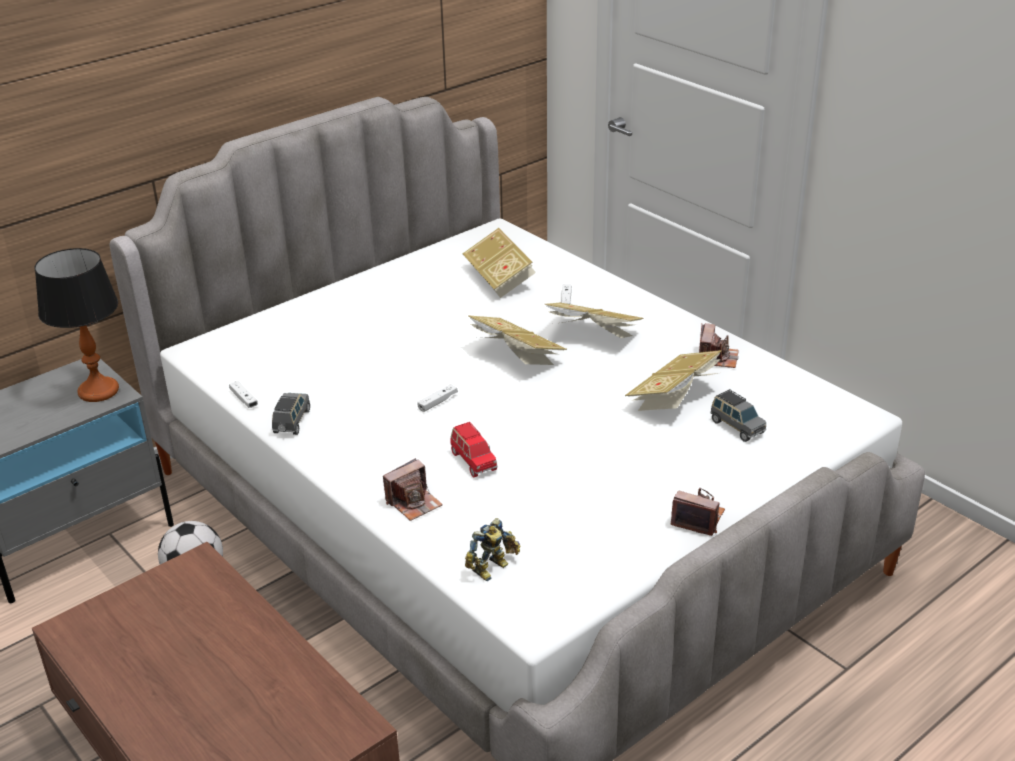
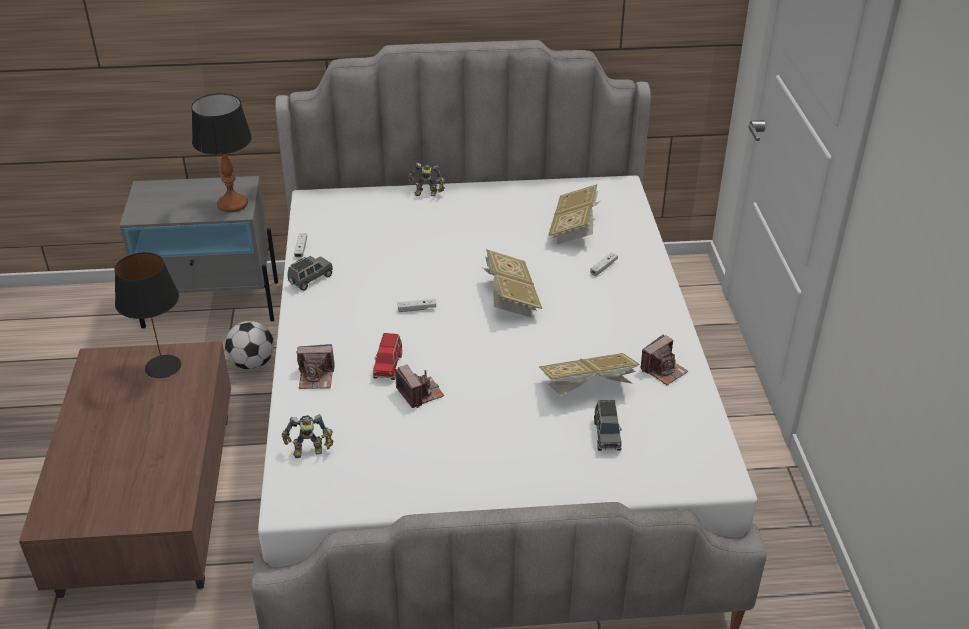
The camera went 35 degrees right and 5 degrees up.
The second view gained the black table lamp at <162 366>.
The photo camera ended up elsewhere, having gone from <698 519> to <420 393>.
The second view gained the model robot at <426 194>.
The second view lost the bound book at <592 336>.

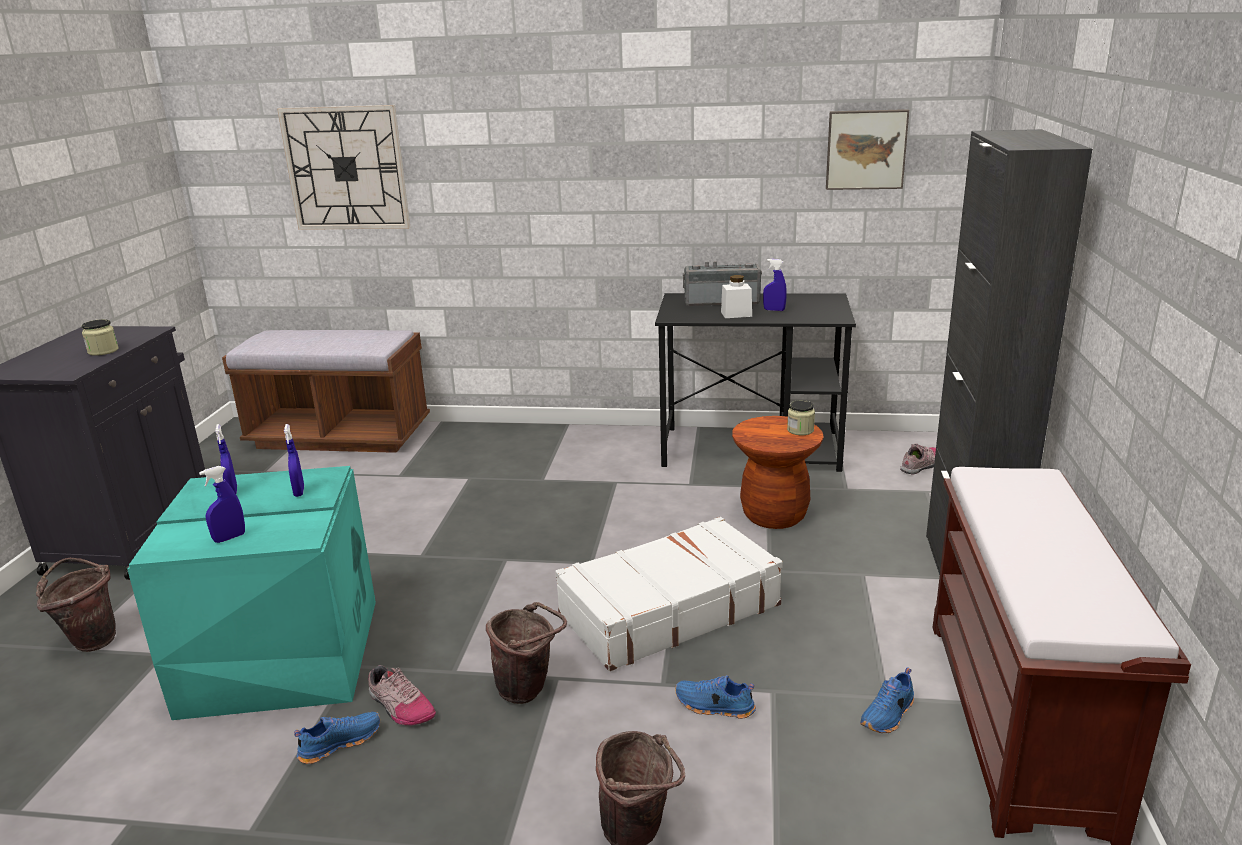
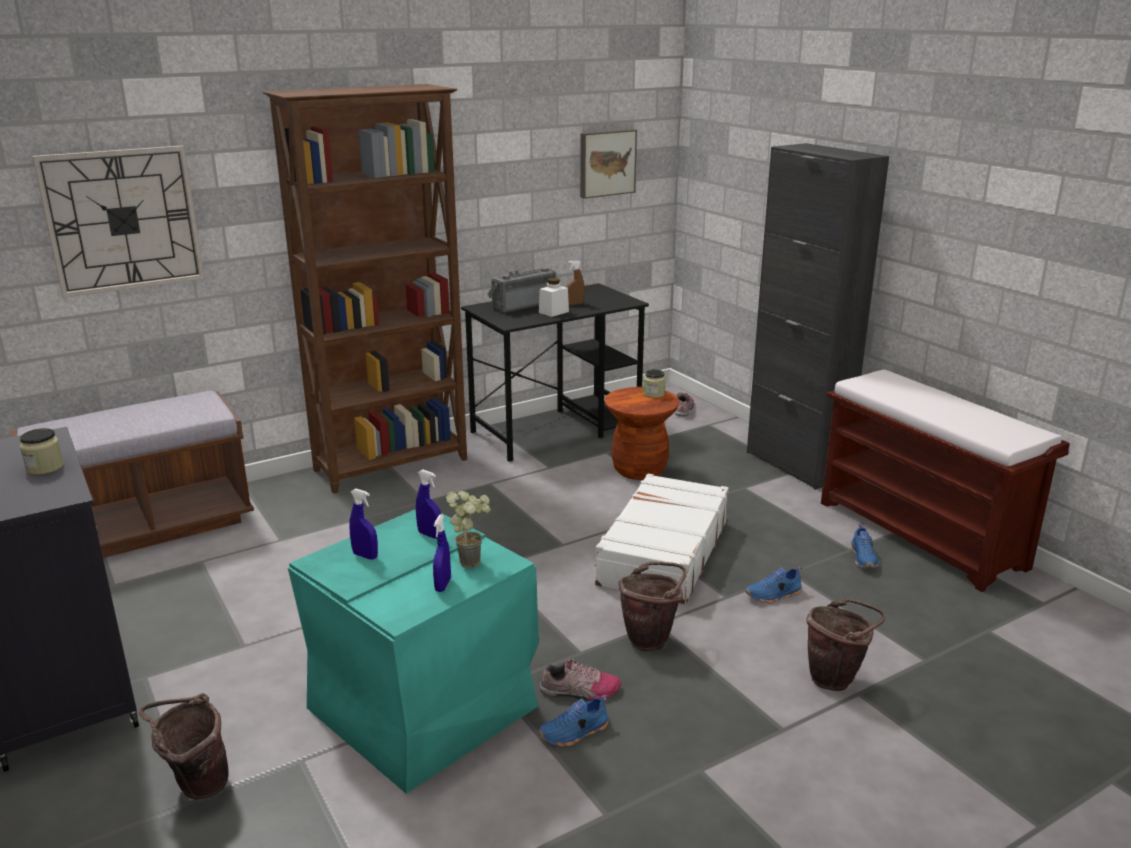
The camera went 40 degrees left and 0 degrees up.
The second view gained the brown bookcase at <393 465>.
The second view gained the plant in a pot at <472 560>.
The blue-coloured item of footwear at <340 742> ended up facing another way, 135 degrees counterclockwise from before.
What was the blue-coloured sprayer at <774 310> turned into the brown sprayer at <575 304>.

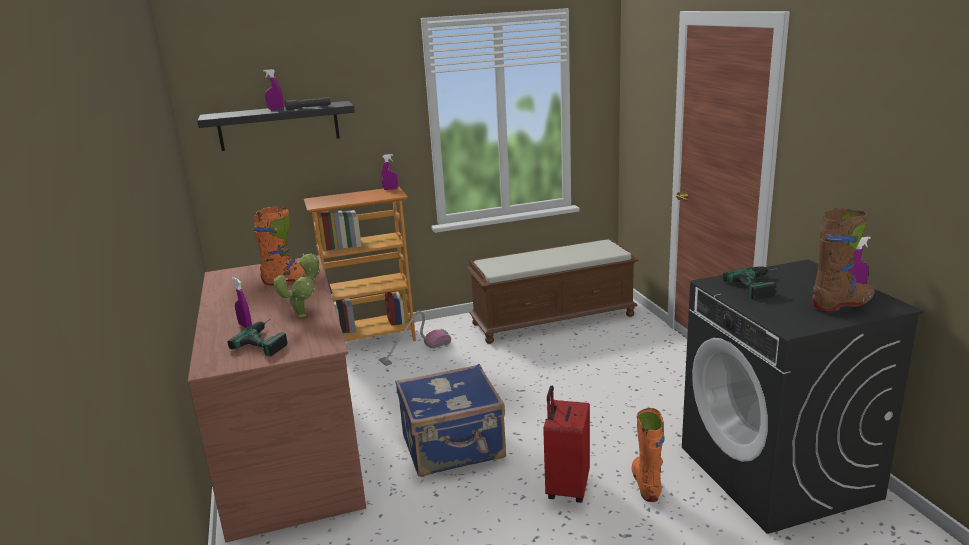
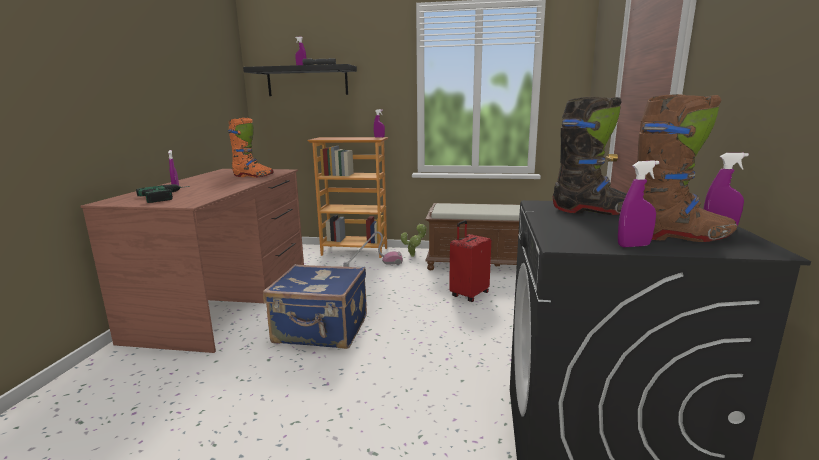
The camera went 25 degrees right and 5 degrees down.
The plant in a pot ended up elsewhere, having gone from <304 314> to <414 255>.
The red piece of luggage ended up elsewhere, having gone from <566 487> to <468 294>.
Where the electric drill stood at <762 285>, the black boot came to stand at <595 211>.
The second view gained the purple sprayer at <633 246>.
The second view lost the orangey boot at <646 484>.

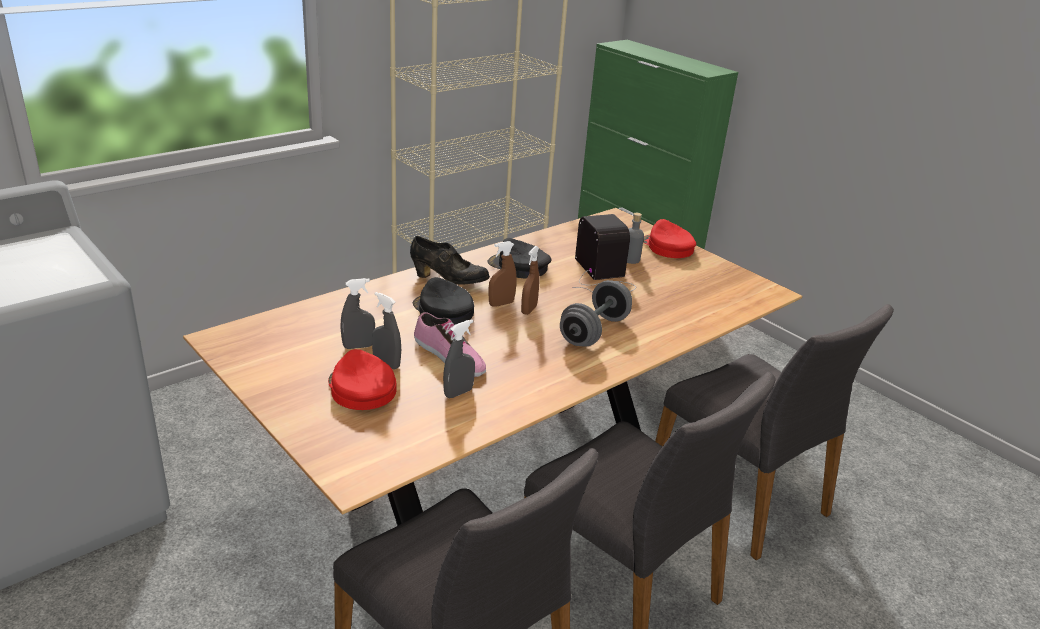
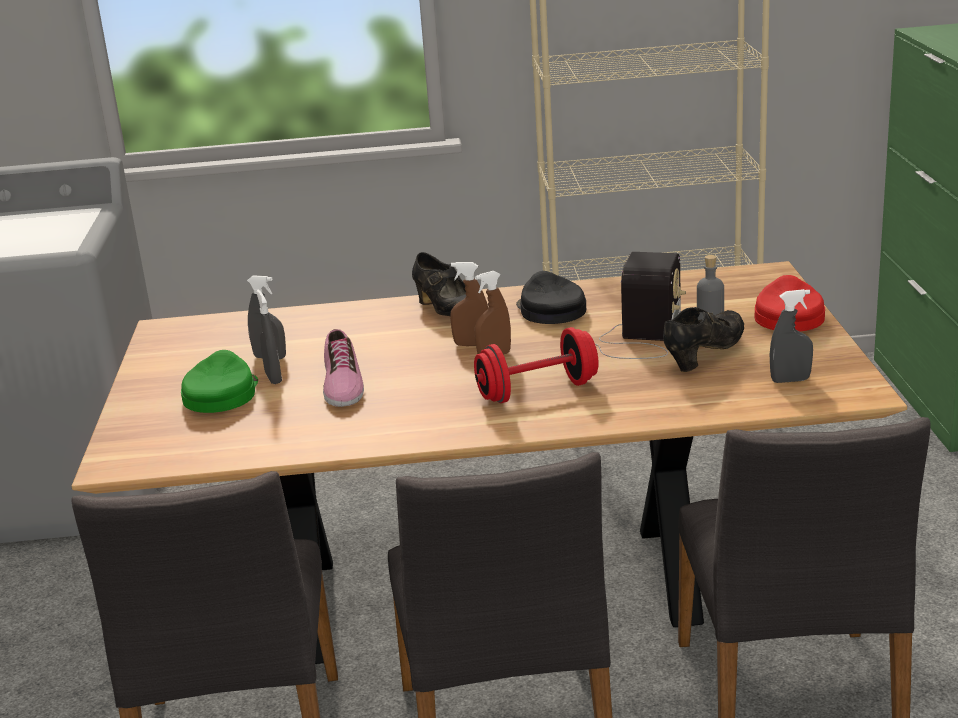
The camera went 40 degrees right and 5 degrees down.
What was the red cap at <361 389> turned into the green cap at <220 394>.
What was the grey free weight at <594 331> turned into the red free weight at <537 391>.
The second view gained the black item of footwear at <705 355>.
The grey sprayer ended up elsewhere, having gone from <458 393> to <790 380>.
The second view lost the black cap at <443 310>.

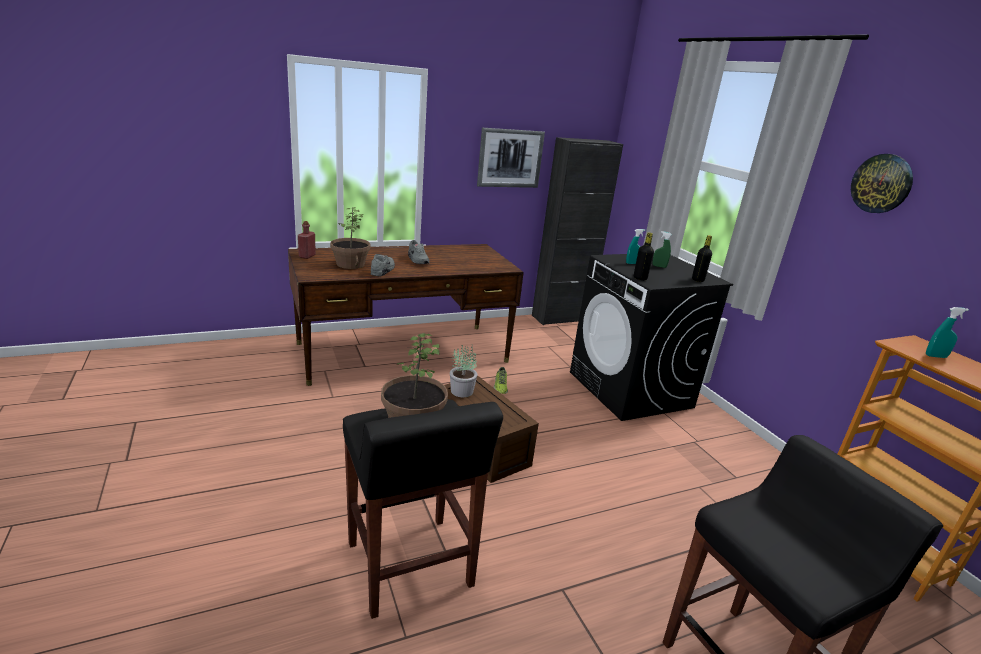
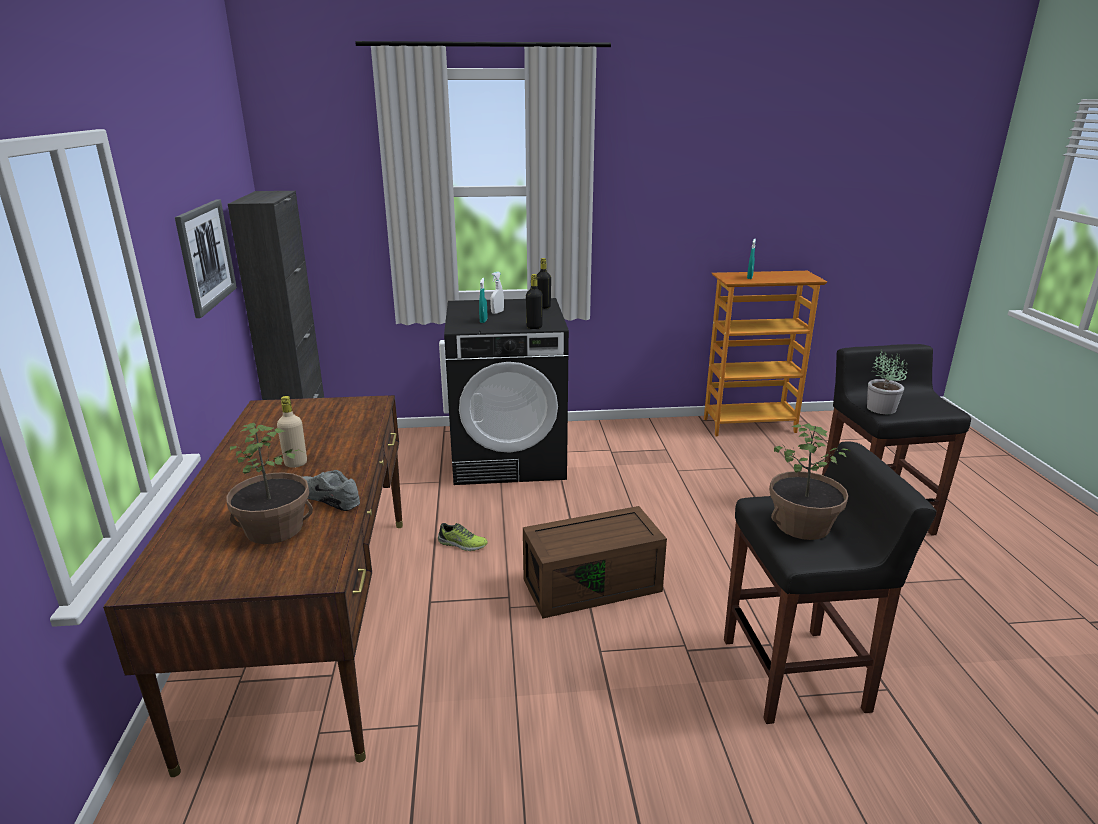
The camera went 70 degrees left and 0 degrees up.
Where the grey item of footwear stood at <417 260>, the sand-coloured drink bottle came to stand at <296 463>.
What was the green sprayer at <659 266> turned into the whitish sprayer at <497 312>.
The plant in a pot ended up elsewhere, having gone from <461 391> to <880 408>.
The second view lost the red drink bottle at <307 256>.
The second view lost the hanging clock at <881 183>.

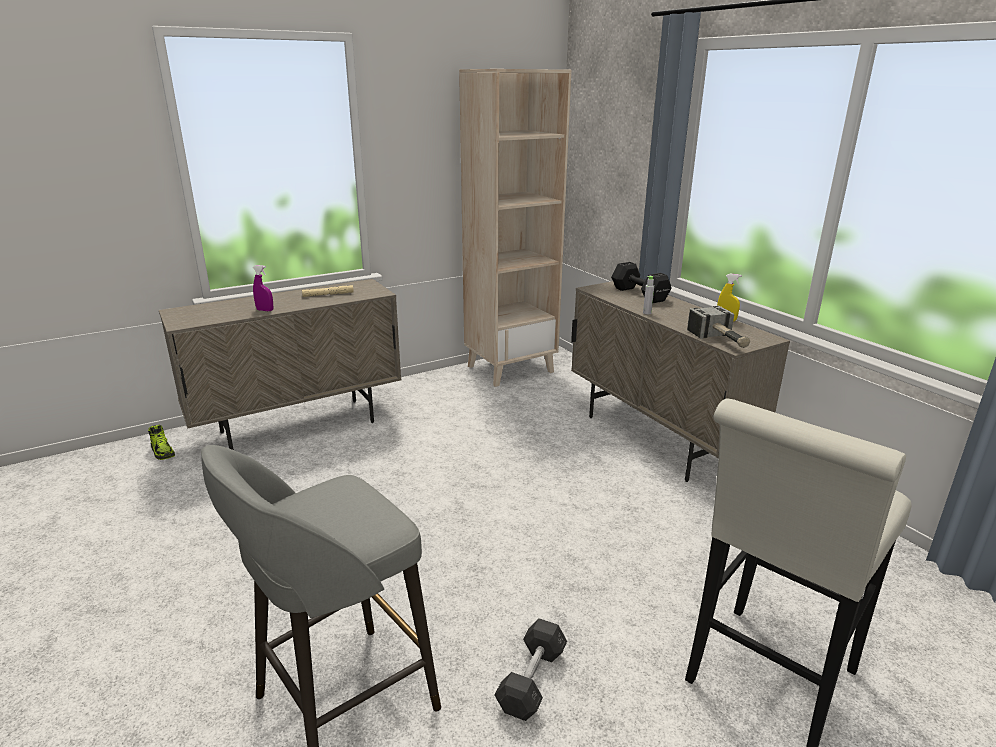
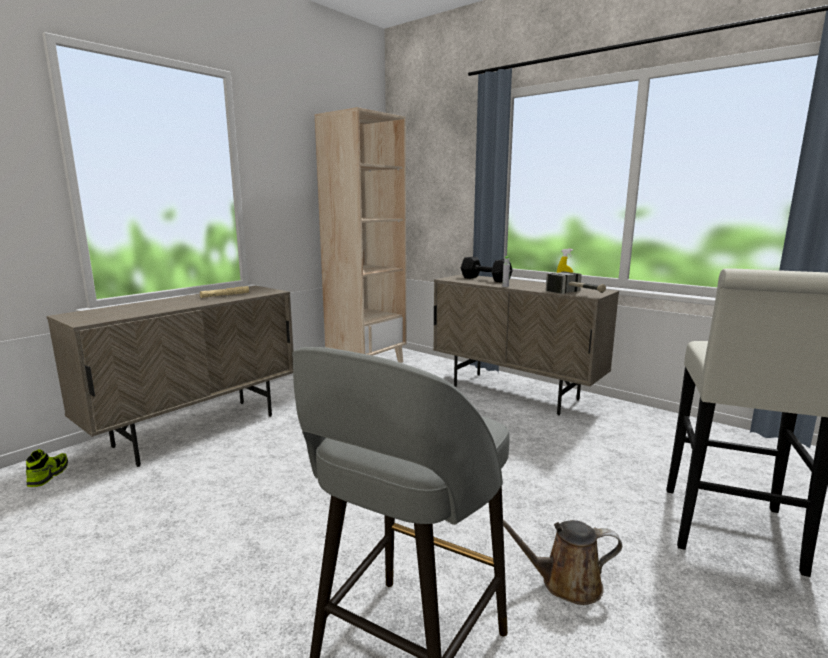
The camera went 20 degrees left and 10 degrees down.
The item of footwear at <163 452> ended up facing another way, 120 degrees counterclockwise from before.
Where the grey free weight stood at <531 680>, the brown watering can came to stand at <565 583>.
The second view lost the purple sprayer at <265 310>.

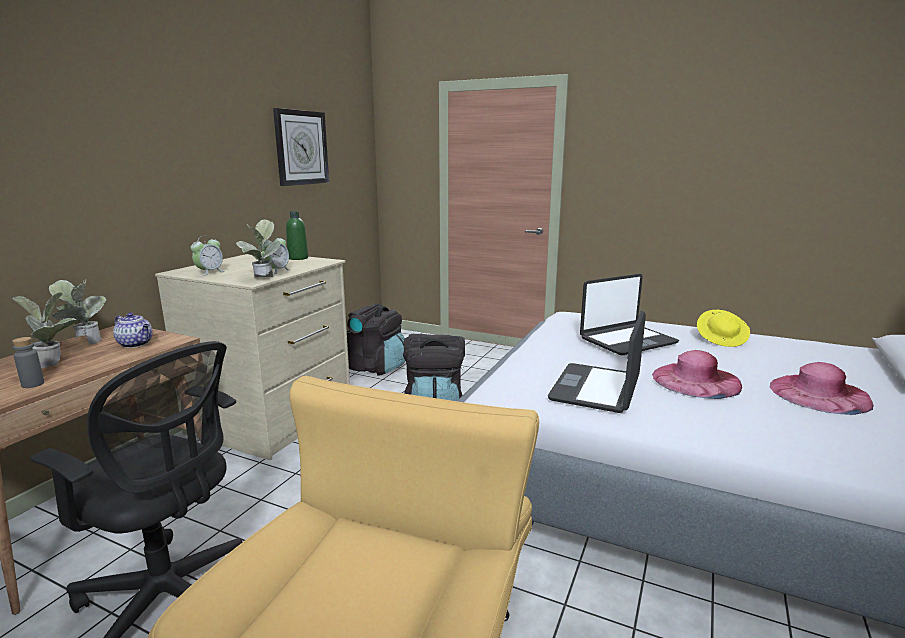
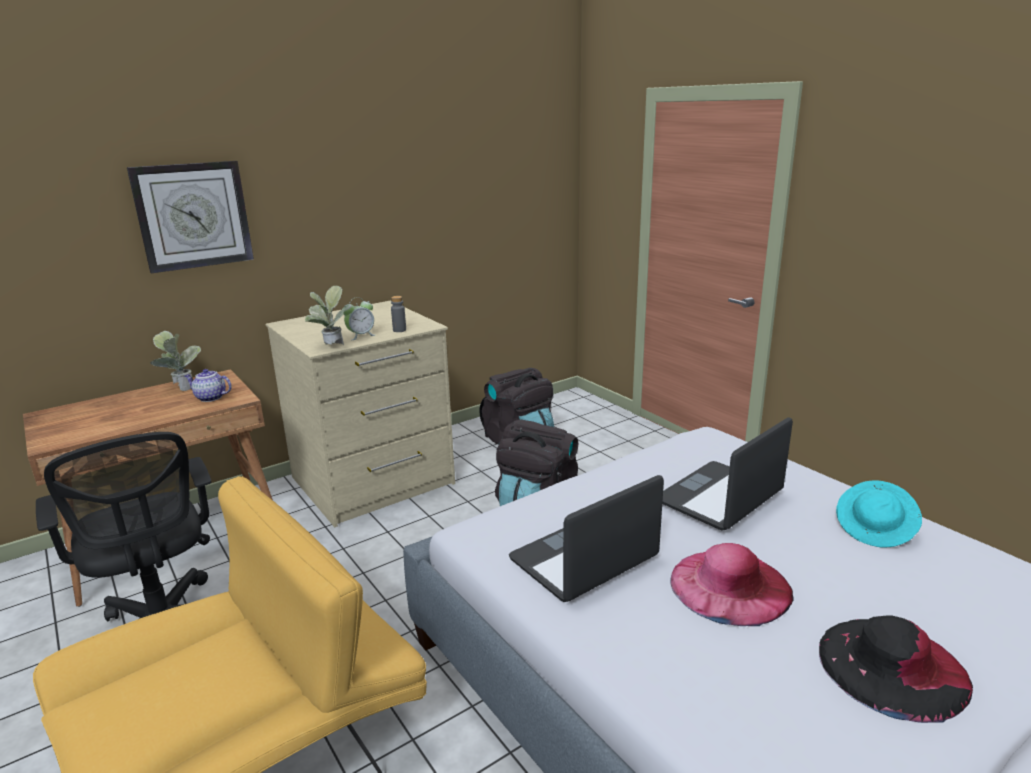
The camera went 30 degrees right and 5 degrees up.
The hanging clock ended up elsewhere, having gone from <301 148> to <193 215>.
The teapot at <136 344> ended up facing another way, 135 degrees clockwise from before.
The grey drink bottle ended up elsewhere, having gone from <33 384> to <399 330>.
The portable computer at <627 340> ended up facing another way, 135 degrees clockwise from before.
What was the pinkish hat at <819 394> turned into the black hat at <892 666>.
What was the yellowish hat at <721 339> turned into the blue-green hat at <875 529>.
The second view lost the plant in a pot at <55 362>.
The second view lost the bedside clock at <209 272>.
The second view lost the green drink bottle at <298 258>.

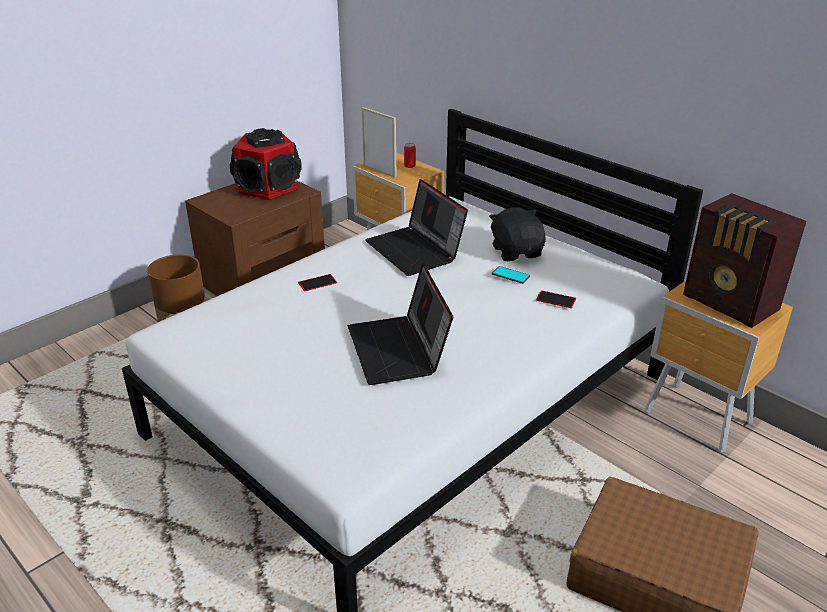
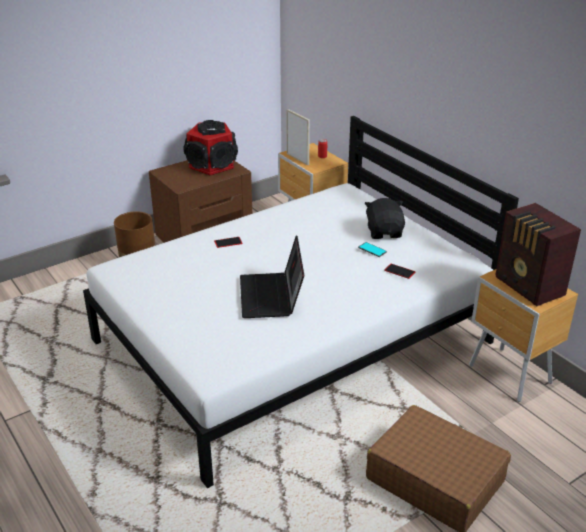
The camera went 10 degrees right and 0 degrees up.
The second view lost the portable computer at <416 251>.

